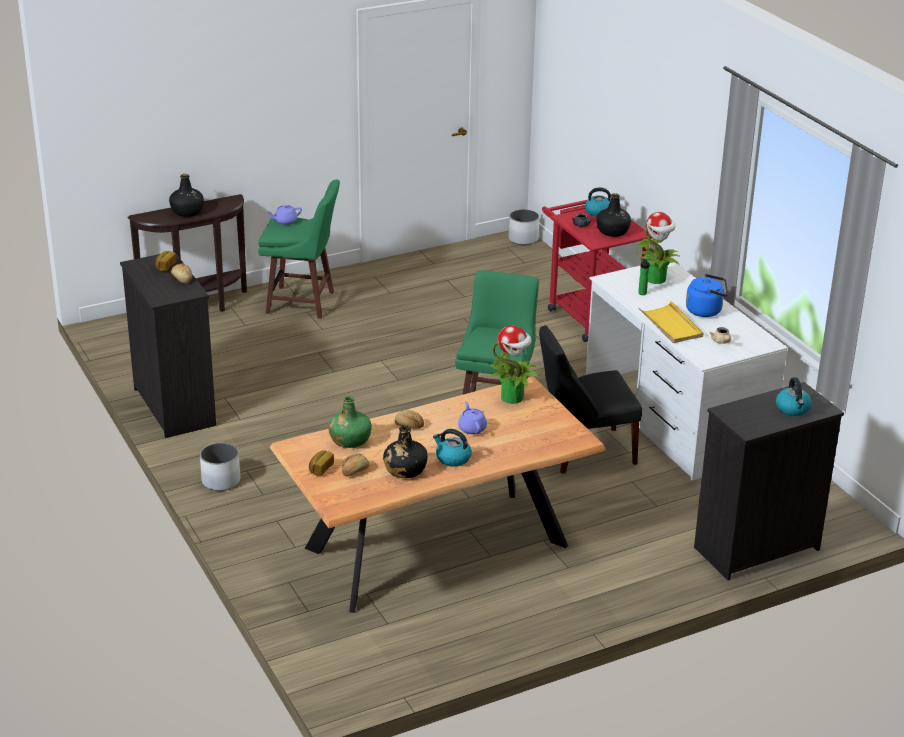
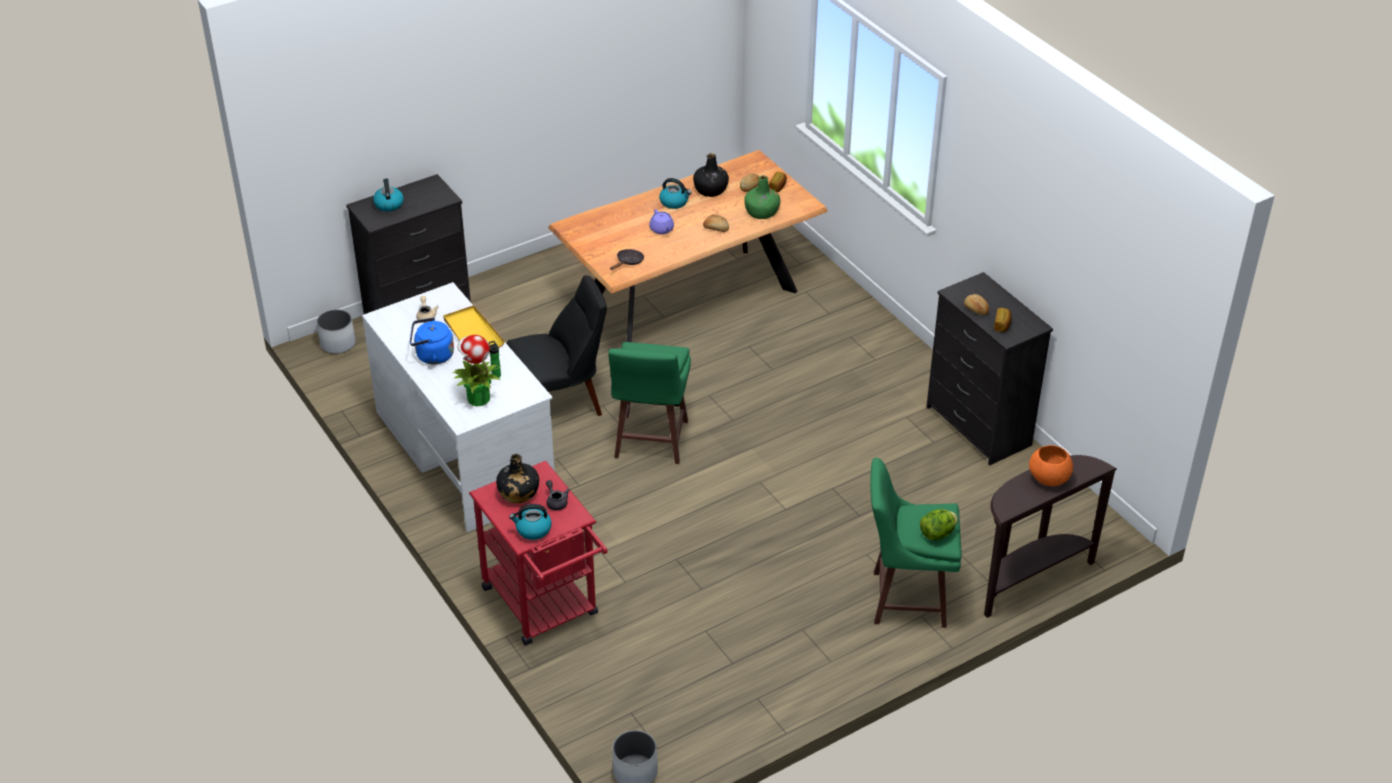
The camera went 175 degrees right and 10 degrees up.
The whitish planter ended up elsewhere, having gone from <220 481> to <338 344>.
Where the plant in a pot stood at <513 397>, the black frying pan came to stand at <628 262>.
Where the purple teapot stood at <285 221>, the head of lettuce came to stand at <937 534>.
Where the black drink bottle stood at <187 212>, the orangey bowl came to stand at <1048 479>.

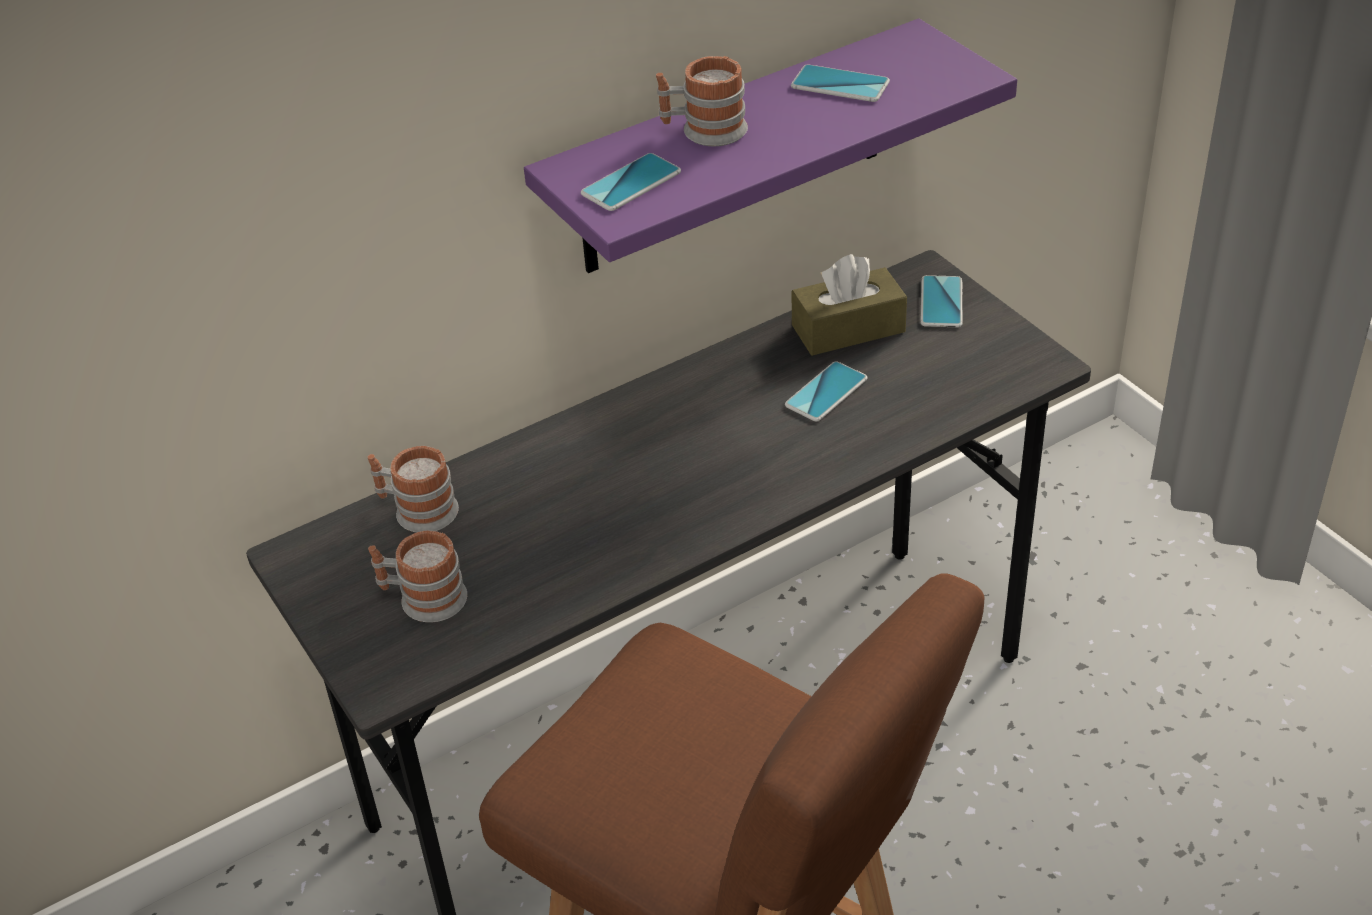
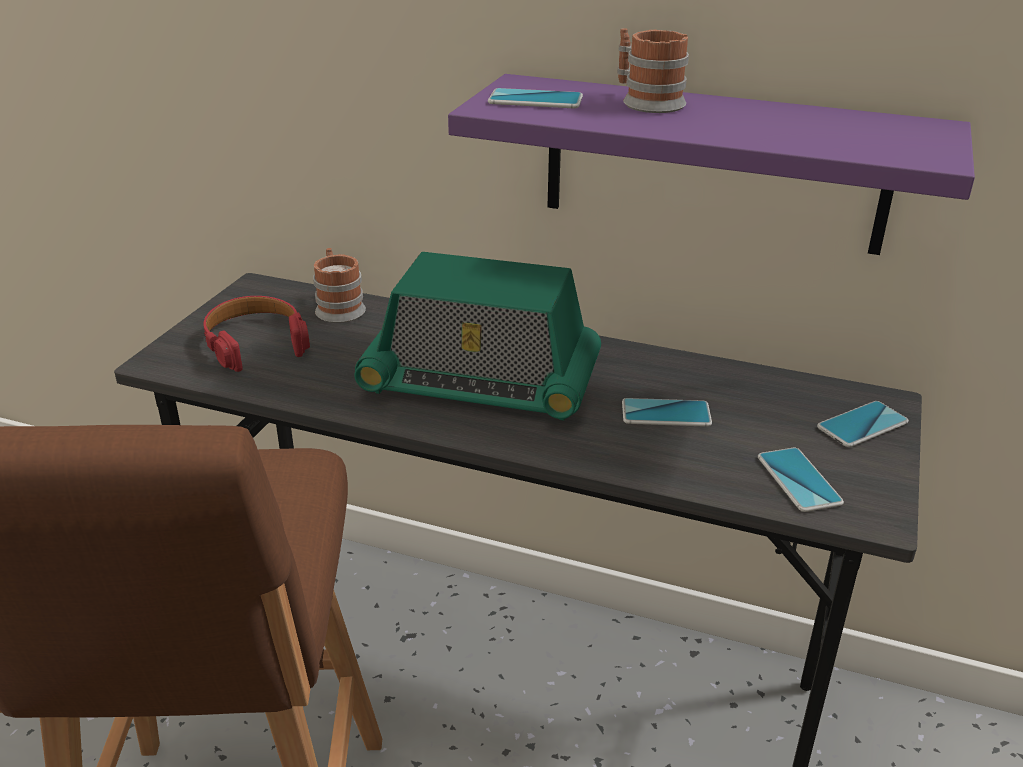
The camera went 50 degrees right and 10 degrees down.
Where the tea mug stood at <423 598>, the red pair of headphones came to stand at <255 342>.
The second view gained the radio set at <480 382>.
The handset ended up elsewhere, having gone from <840 85> to <798 480>.
The second view lost the brown tissue holder at <848 328>.

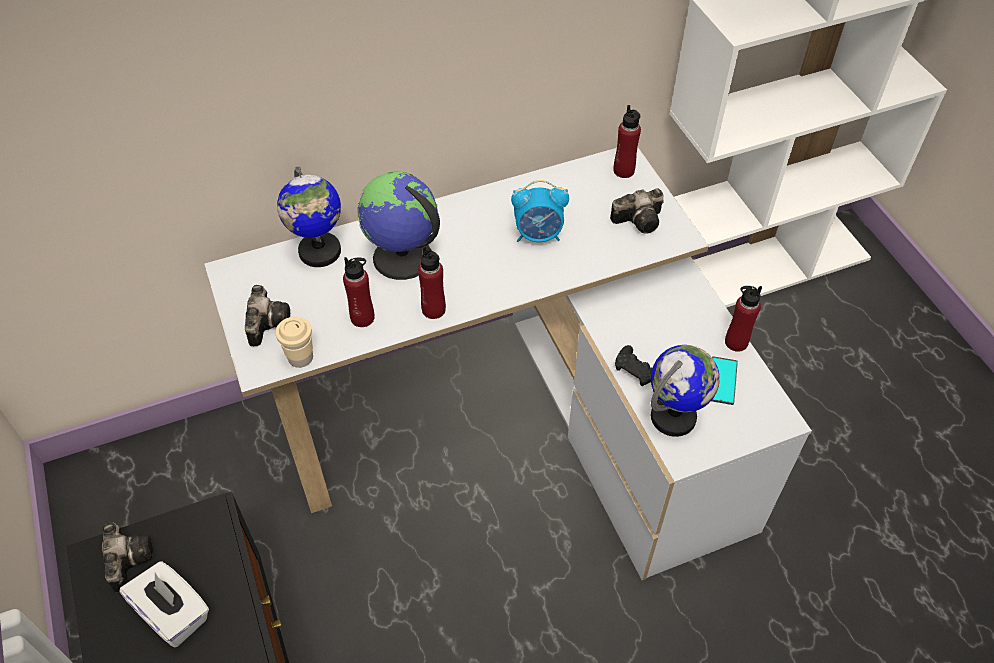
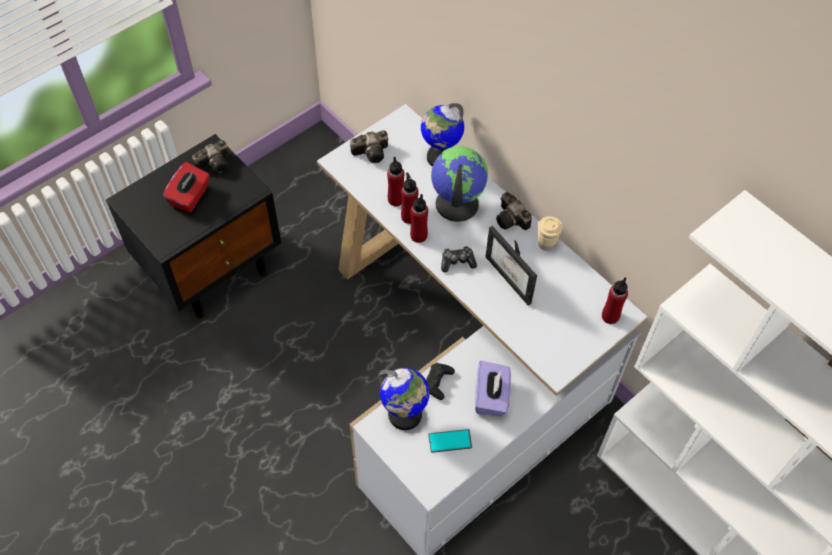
The camera went 70 degrees right and 5 degrees up.
What was the whitish tissue holder at <174 613> turned into the red tissue holder at <190 197>.
The red drink bottle ended up elsewhere, having gone from <736 342> to <409 217>.
The second view gained the gamepad at <457 262>.
The second view gained the purple tissue holder at <491 397>.
Where the bedside clock stood at <538 235>, the photo frame came to stand at <514 277>.
The photo camera ended up elsewhere, having gone from <640 220> to <512 220>.
The sand-coloured drinking cup ended up elsewhere, having gone from <300 358> to <546 244>.

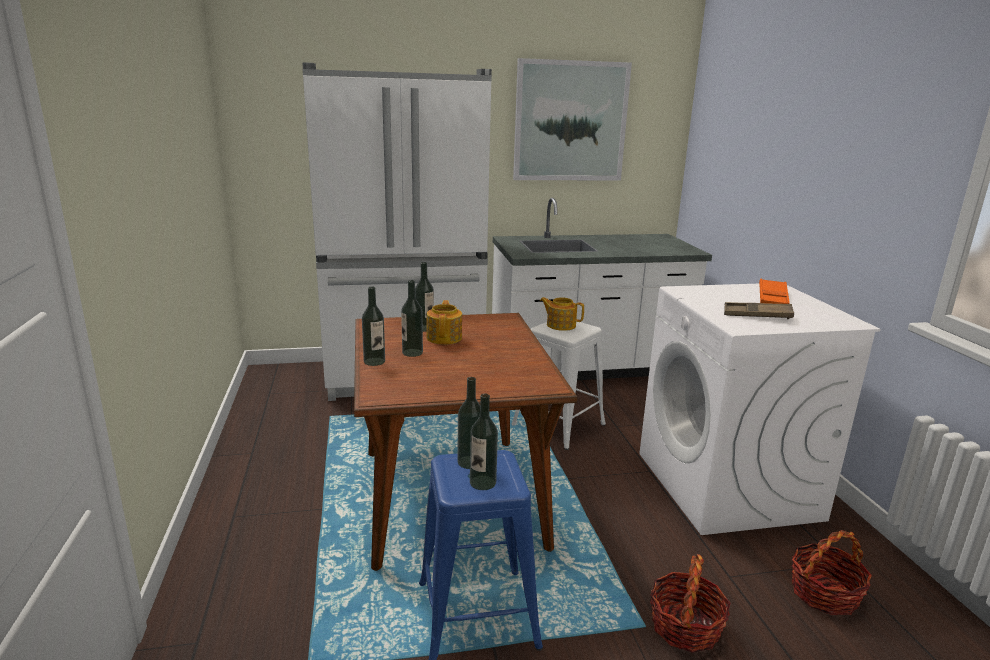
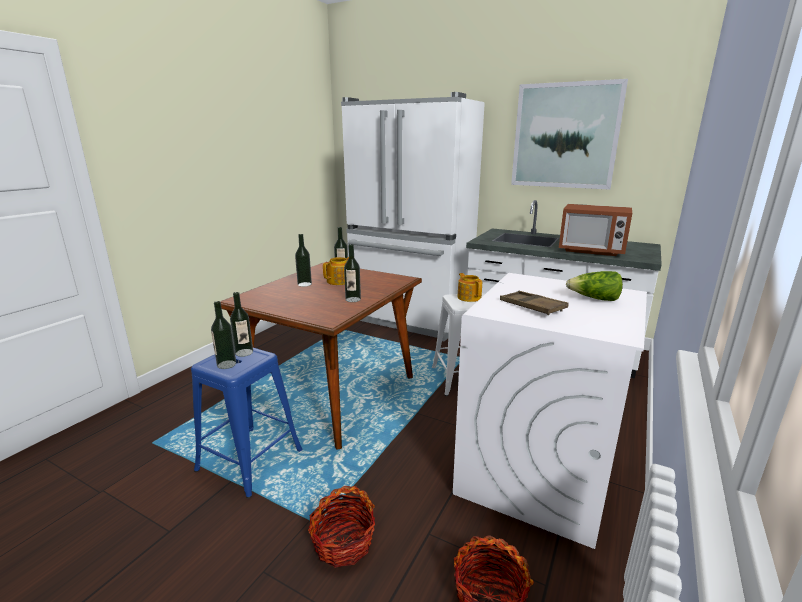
The camera went 40 degrees right and 0 degrees up.
The drink bottle ended up elsewhere, having gone from <374 361> to <353 299>.
The second view gained the kitchen microwave at <591 251>.
Where the orangey tray stood at <772 297>, the head of lettuce came to stand at <594 299>.

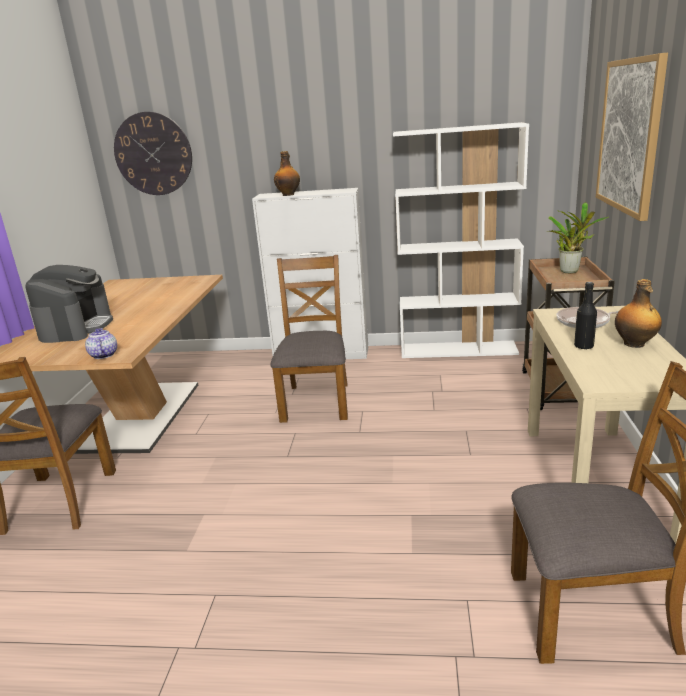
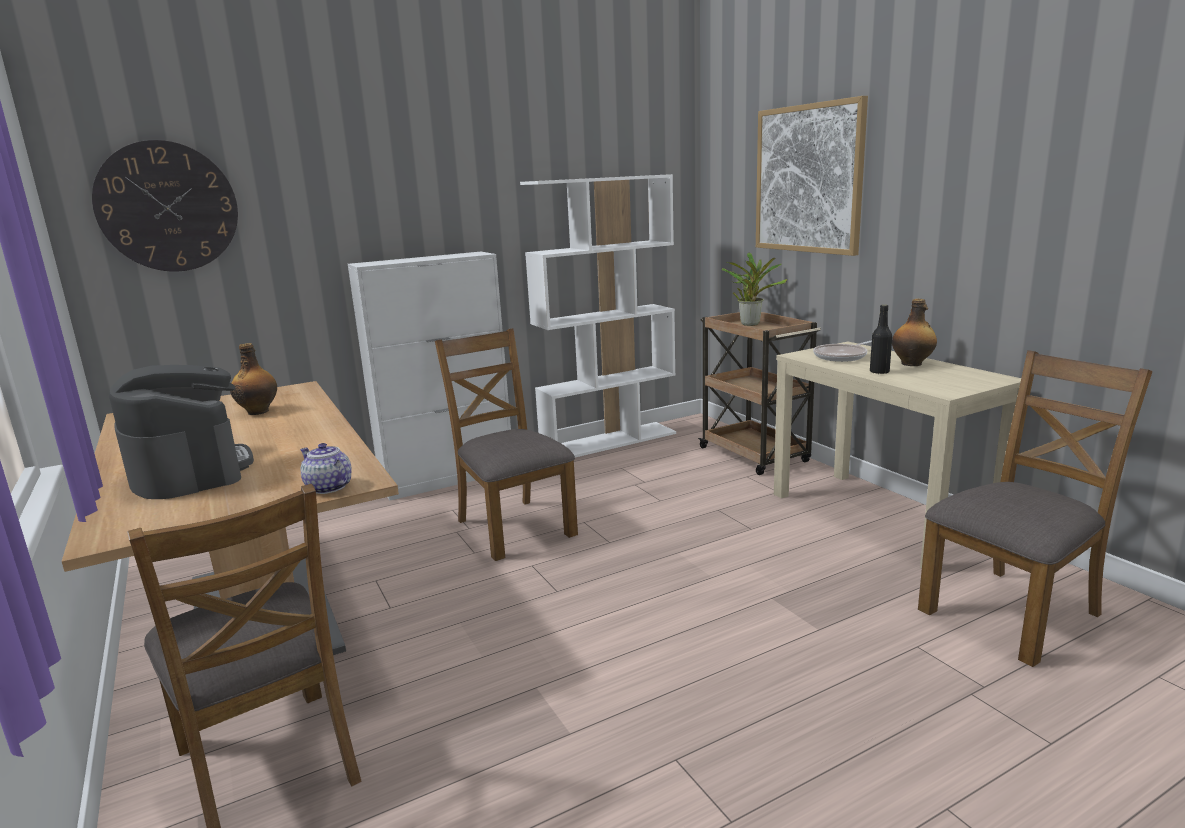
The camera went 35 degrees left and 5 degrees down.
The drink bottle ended up elsewhere, having gone from <288 194> to <259 411>.

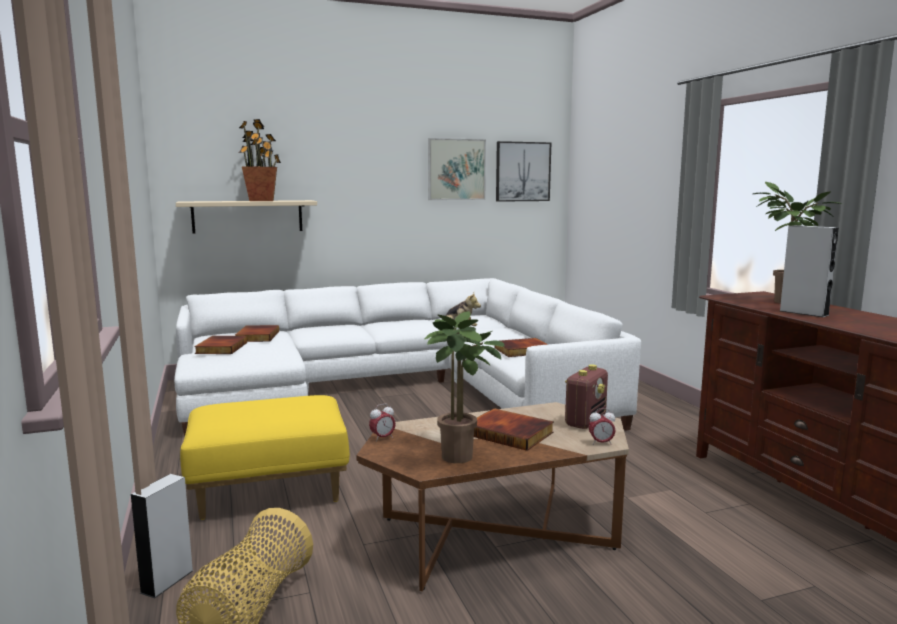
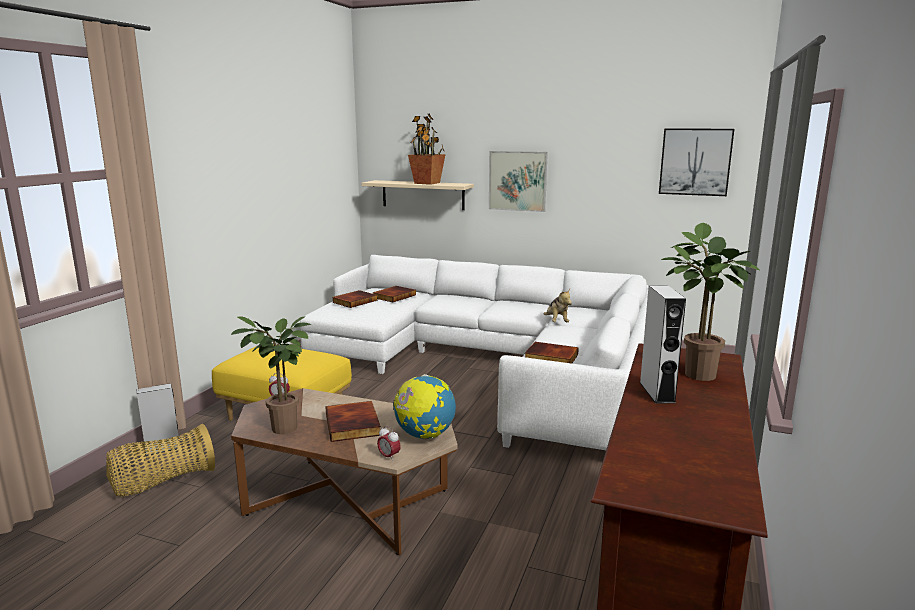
The camera went 40 degrees right and 5 degrees up.
Where the radio set stood at <585 421>, the world globe came to stand at <424 436>.
The wall picture ended up elsewhere, having gone from <456 169> to <517 181>.

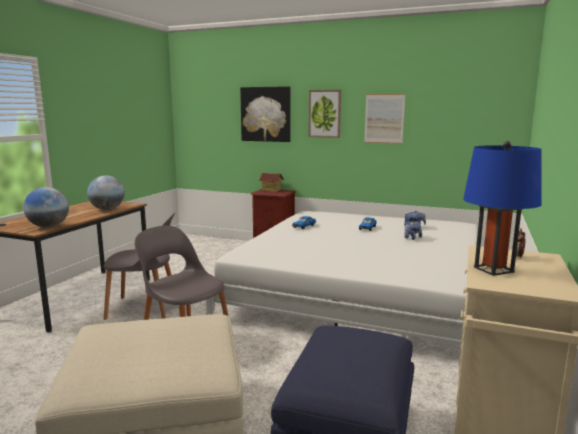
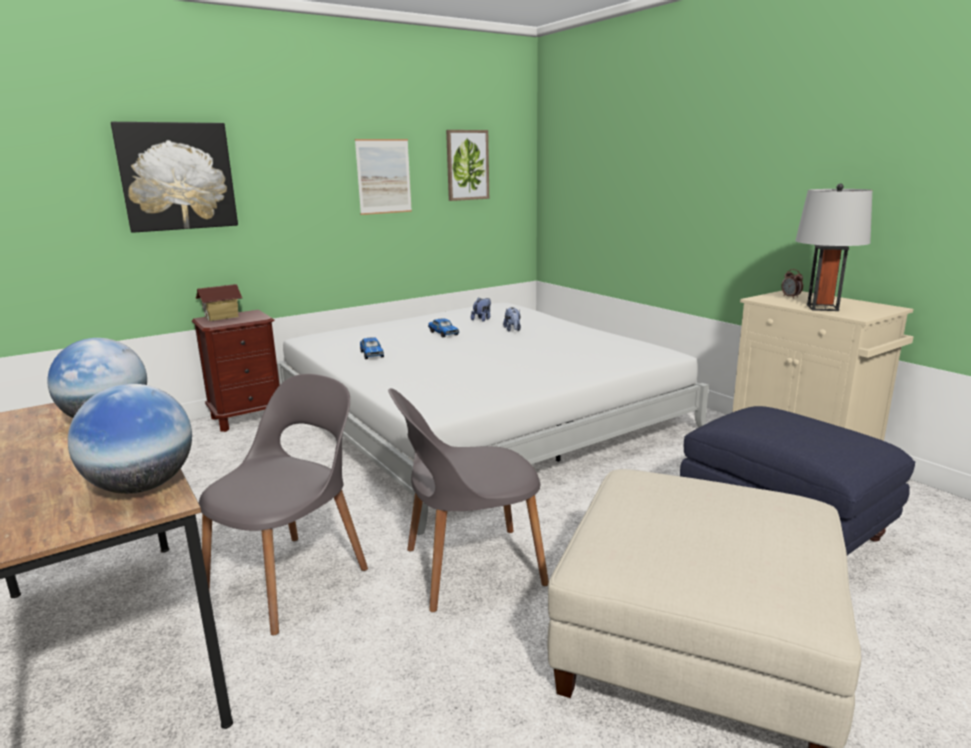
The camera went 55 degrees left and 5 degrees up.
The wall picture ended up elsewhere, having gone from <324 113> to <467 165>.
What was the blue-coloured table lamp at <493 269> turned into the grey table lamp at <822 308>.

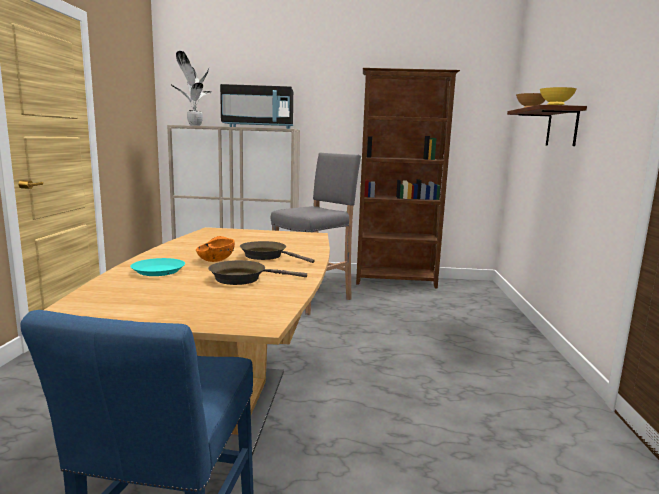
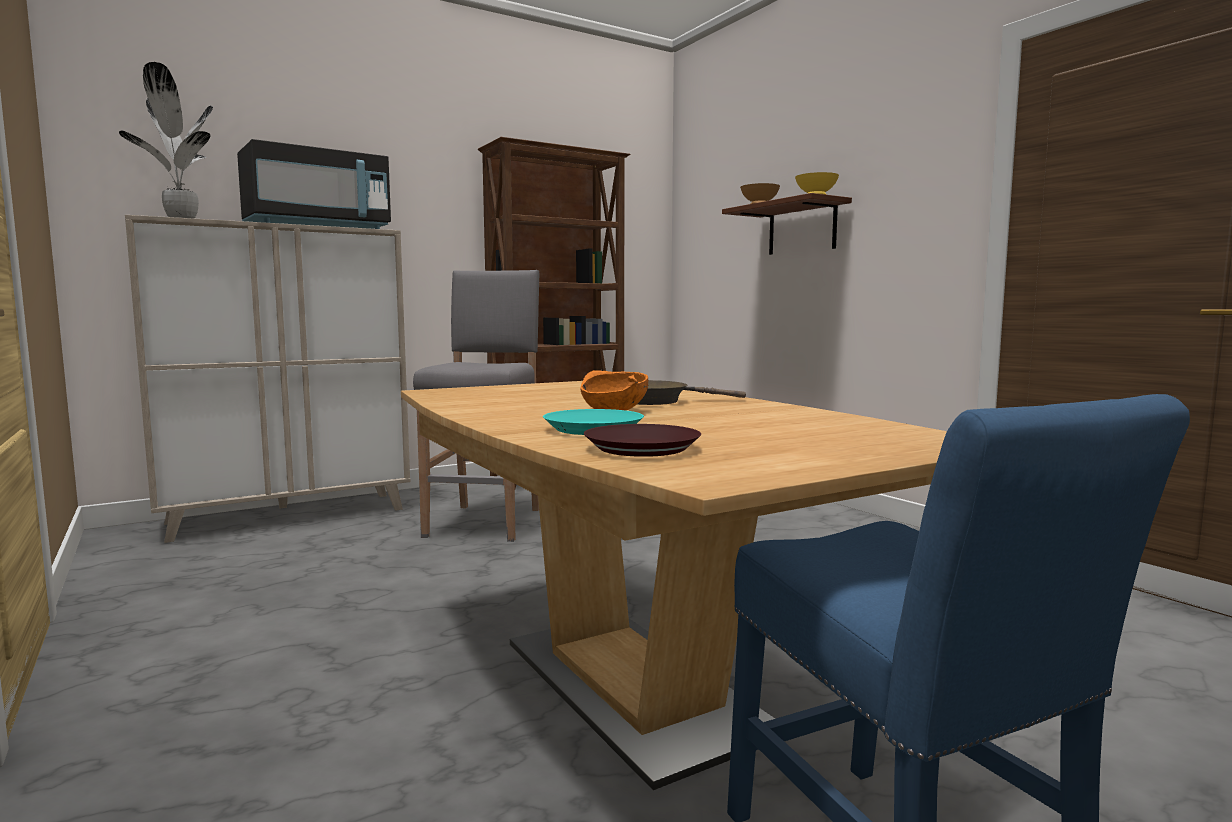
The camera went 35 degrees left and 5 degrees down.
The second view gained the brown dinner plate at <643 448>.
The second view lost the brown frying pan at <243 278>.

